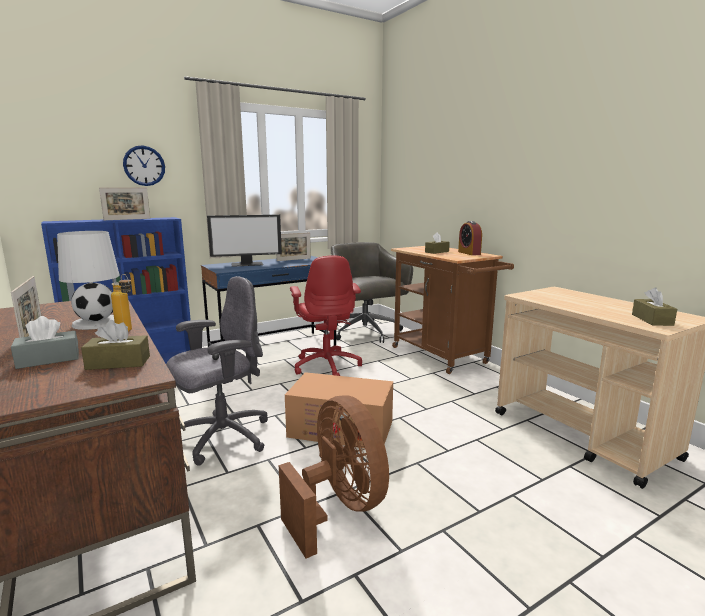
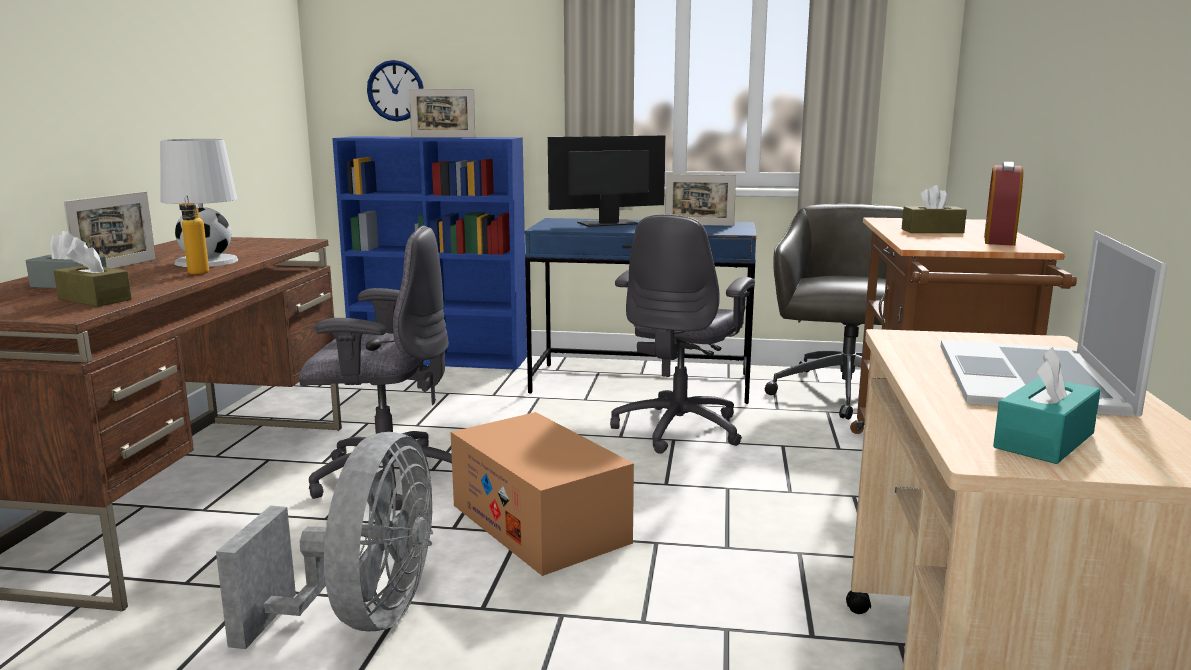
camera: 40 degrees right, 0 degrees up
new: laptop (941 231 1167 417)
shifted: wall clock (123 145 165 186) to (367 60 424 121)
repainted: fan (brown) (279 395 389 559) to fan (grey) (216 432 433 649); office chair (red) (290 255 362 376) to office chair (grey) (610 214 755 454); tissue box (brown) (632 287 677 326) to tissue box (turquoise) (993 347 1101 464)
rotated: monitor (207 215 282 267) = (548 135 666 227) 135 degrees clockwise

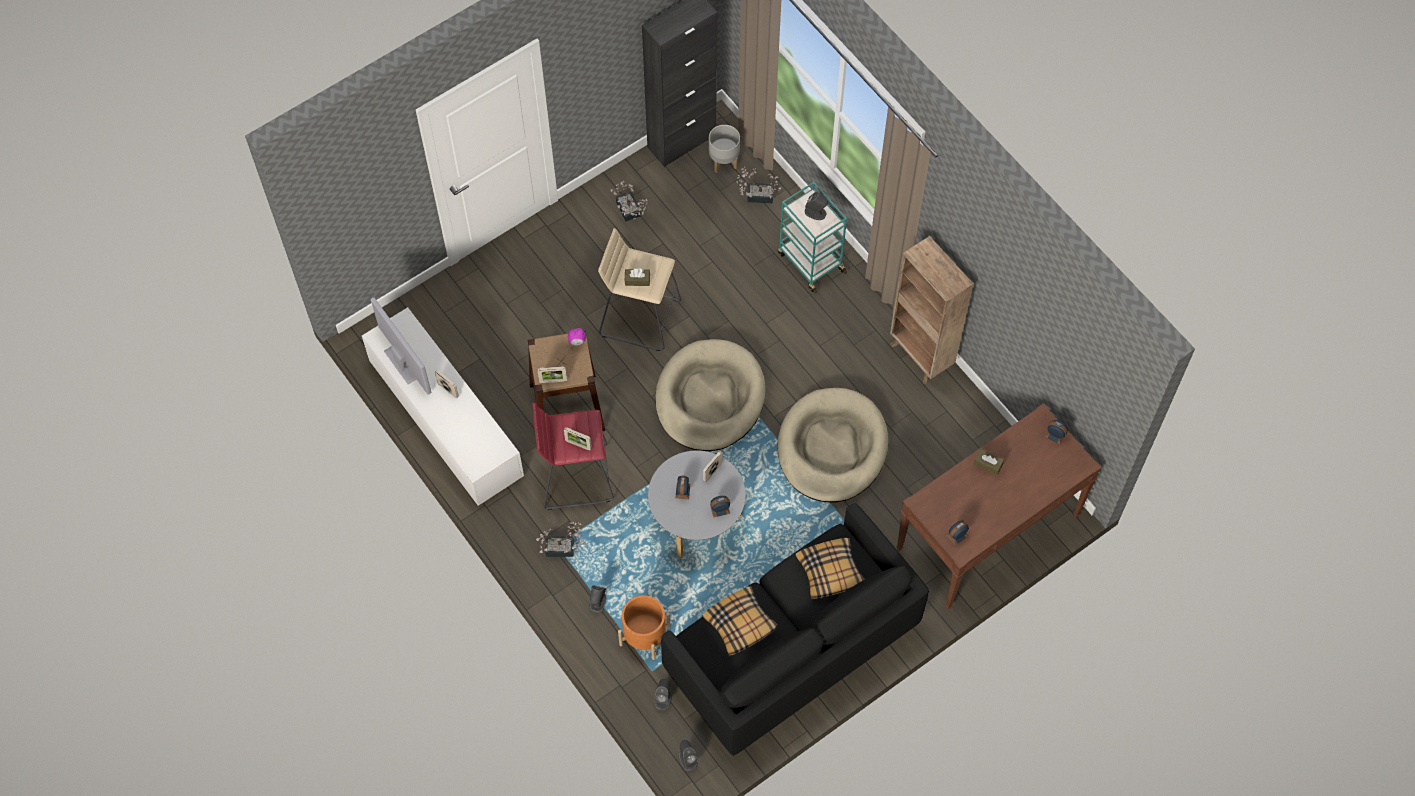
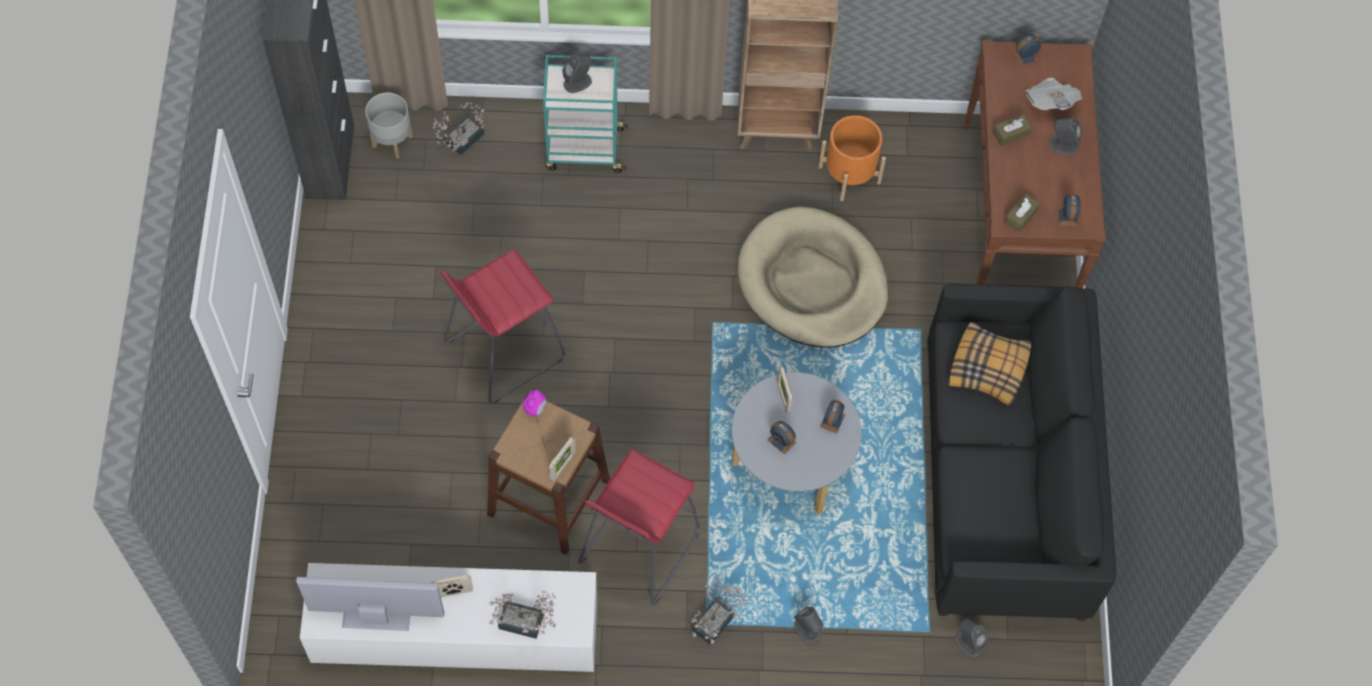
camera: 55 degrees left, 0 degrees up
gone: picture frame (564 427 592 451); dog bed (beige) (655 339 766 451); pillow (703 586 778 656)
new: newspaper (1025 78 1082 110)
shifted: potted plant (611 181 648 222) to (489 590 556 639); planter (orange) (618 595 670 660) to (818 115 886 201); tissue box (brown) (625 268 650 286) to (1005 194 1040 232); speaker (grey) (679 740 698 771) to (1049 117 1082 155)
repainted: stool (beige) (598 228 681 351) to stool (red) (440 249 565 403)

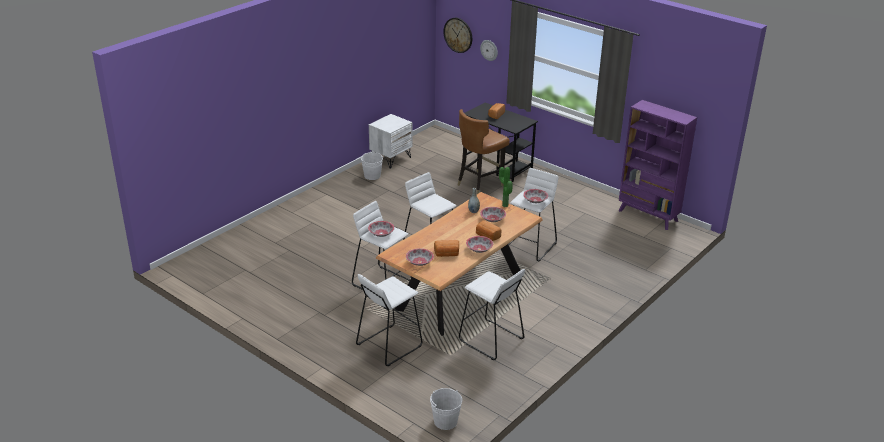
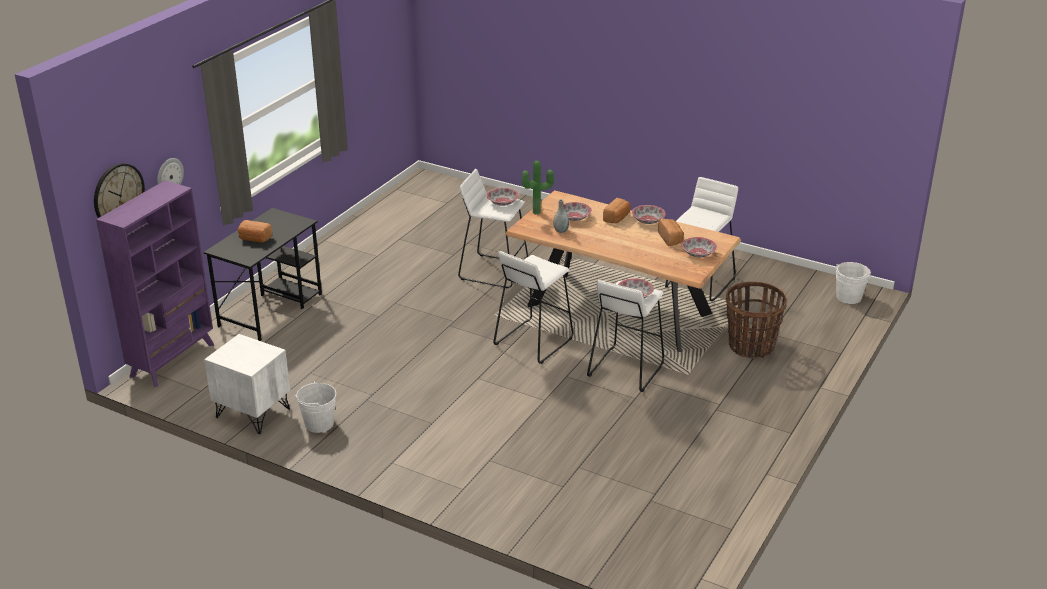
camera: 100 degrees left, 0 degrees up
gone: chair (brown) (458 109 510 194)
shifted: bookcase (purple) (619 100 697 230) to (96 180 214 387)
swapped: stool (white) (356 274 422 366) to basket (726 281 787 358)

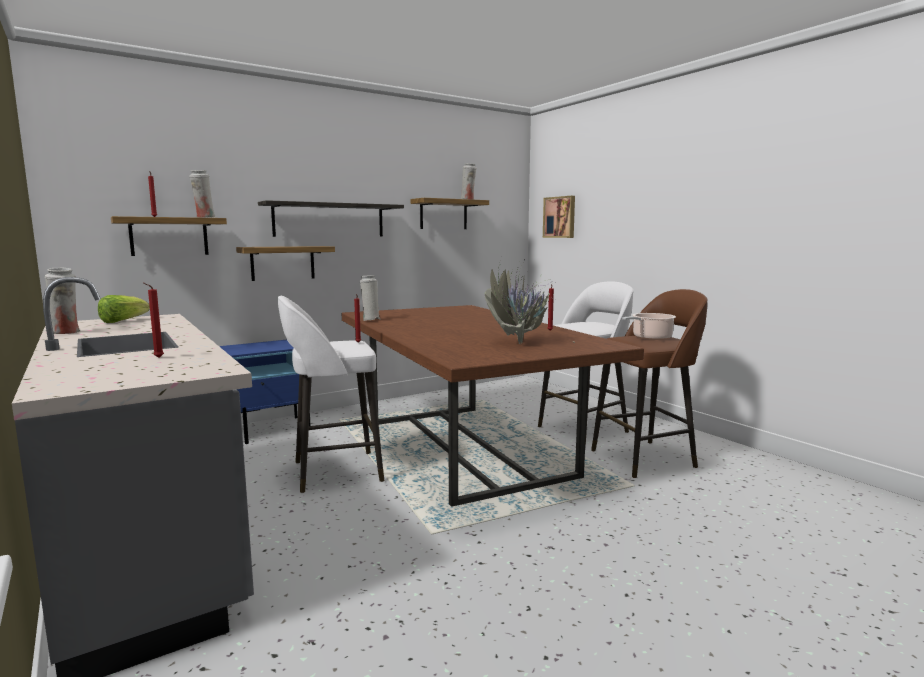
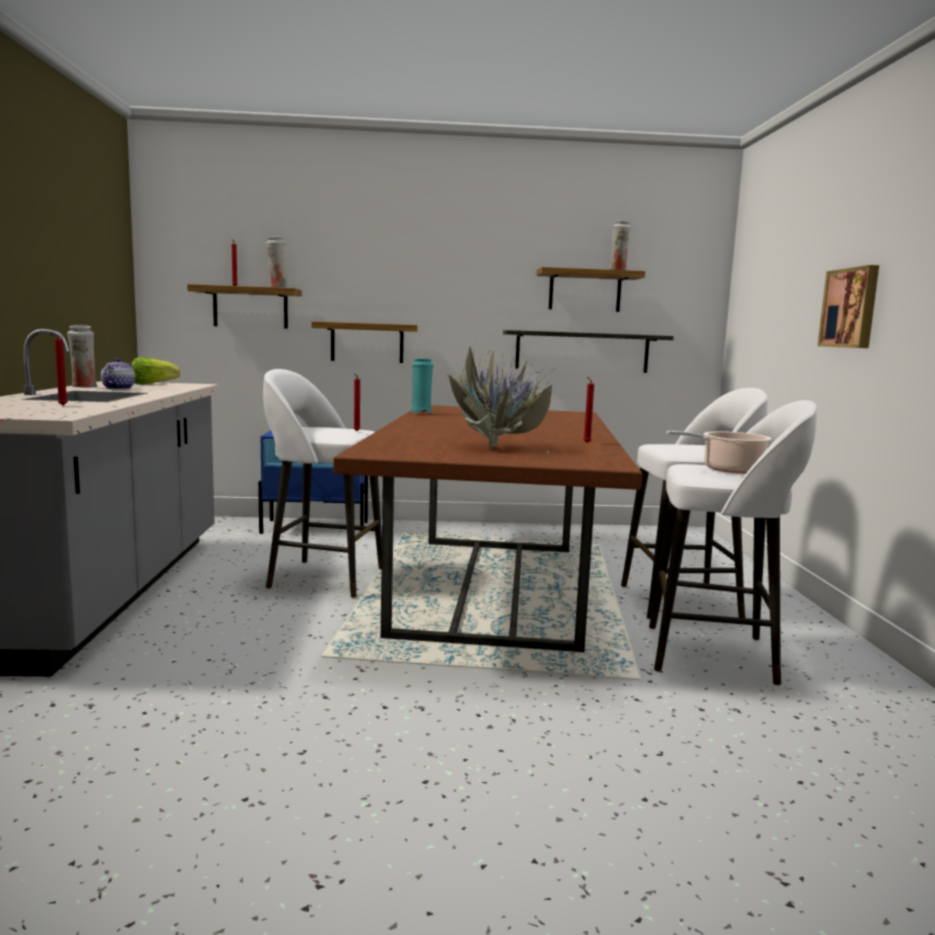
camera: 30 degrees right, 0 degrees up
new: teapot (101 358 135 390)
shifted: shelf (258 200 404 237) to (503 330 674 373); picture (543 196 575 238) to (818 265 879 348)
repainted: vase (white) (360 275 381 321) to vase (turquoise) (411 358 433 413); stool (brown) (591 289 707 478) to stool (white) (649 400 817 686)

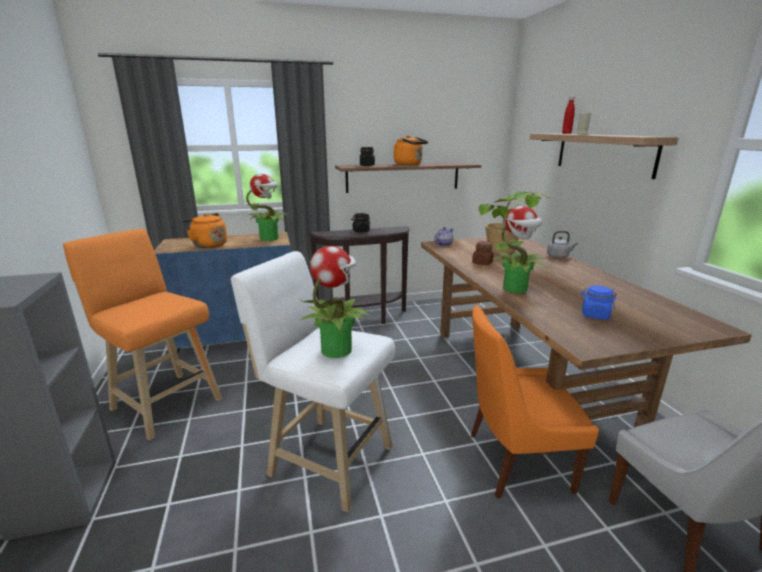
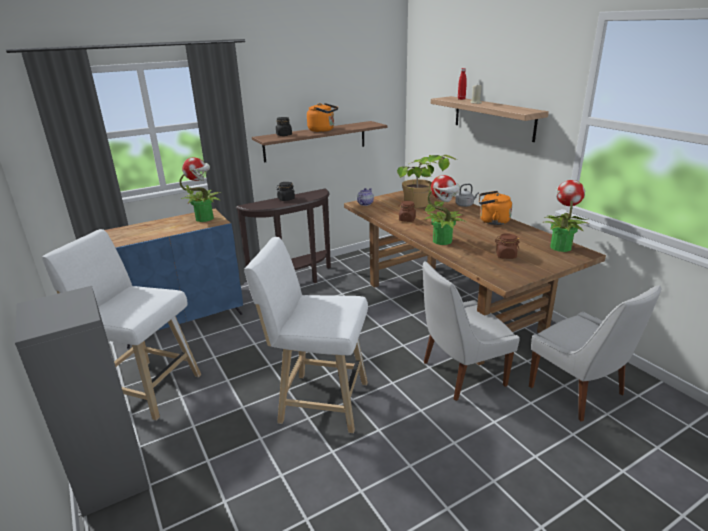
camera: 15 degrees left, 5 degrees up
shifted: kettle (orange) (182 213 227 248) to (479 191 512 225); potted plant (300 246 372 358) to (544 180 588 252)
repainted: stool (orange) (63 229 222 441) to stool (white) (42 229 201 421); chair (orange) (471 305 599 499) to chair (white) (423 261 520 401); jar (blue) (581 285 616 320) to jar (brown) (495 233 520 259)

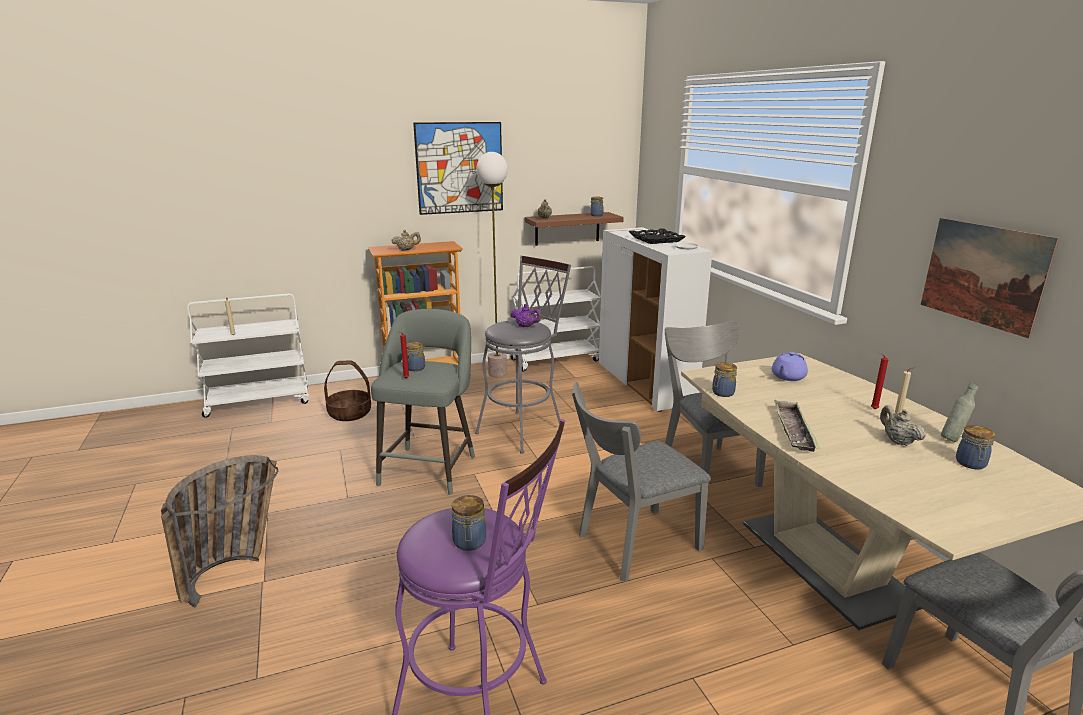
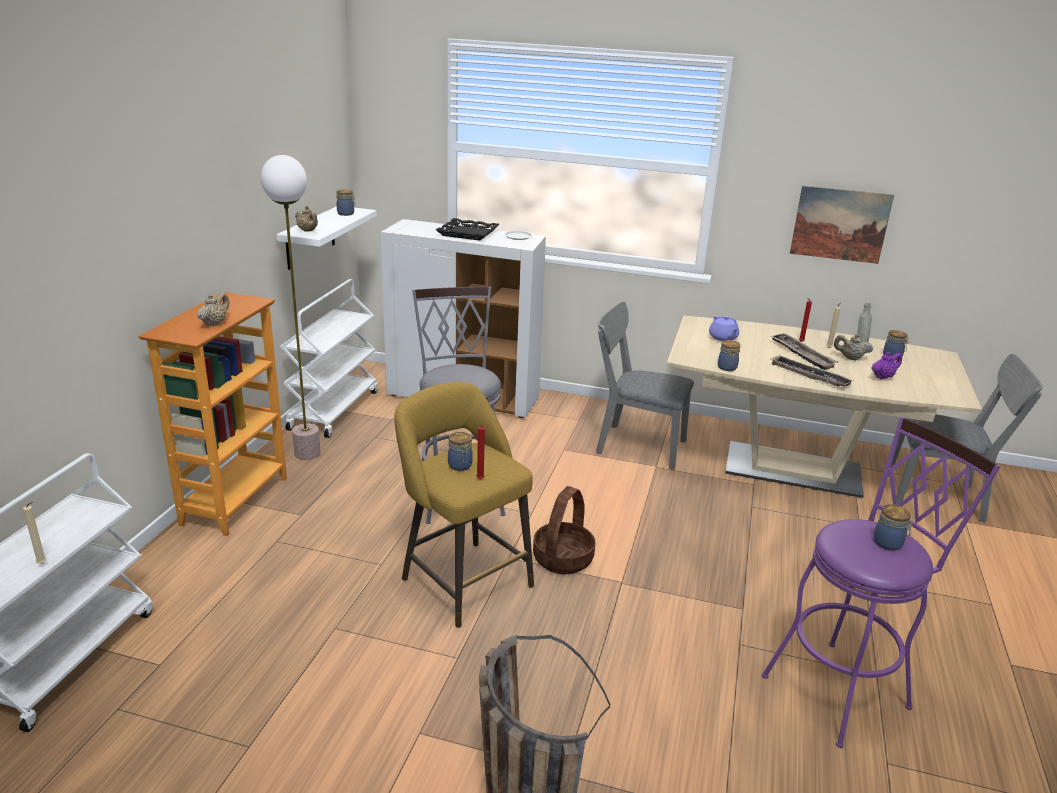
camera: 55 degrees left, 5 degrees up
gone: picture (413 122 503 215); chair (grey) (572 382 711 582)
new: tray (770 333 838 370)
shifted: basket (324 360 371 421) to (533 486 595 574); teapot (purple) (511 304 541 327) to (871 352 902 379)
repainted: shelf (brown) (525 212 624 246) to shelf (white) (277 206 377 270); stool (grey) (371 309 475 495) to stool (yellow) (394 382 534 628)

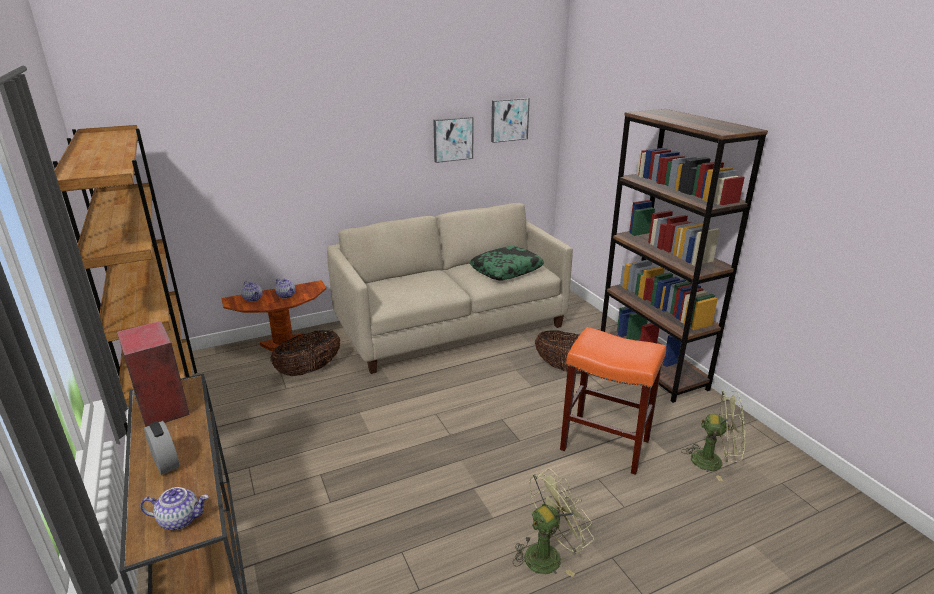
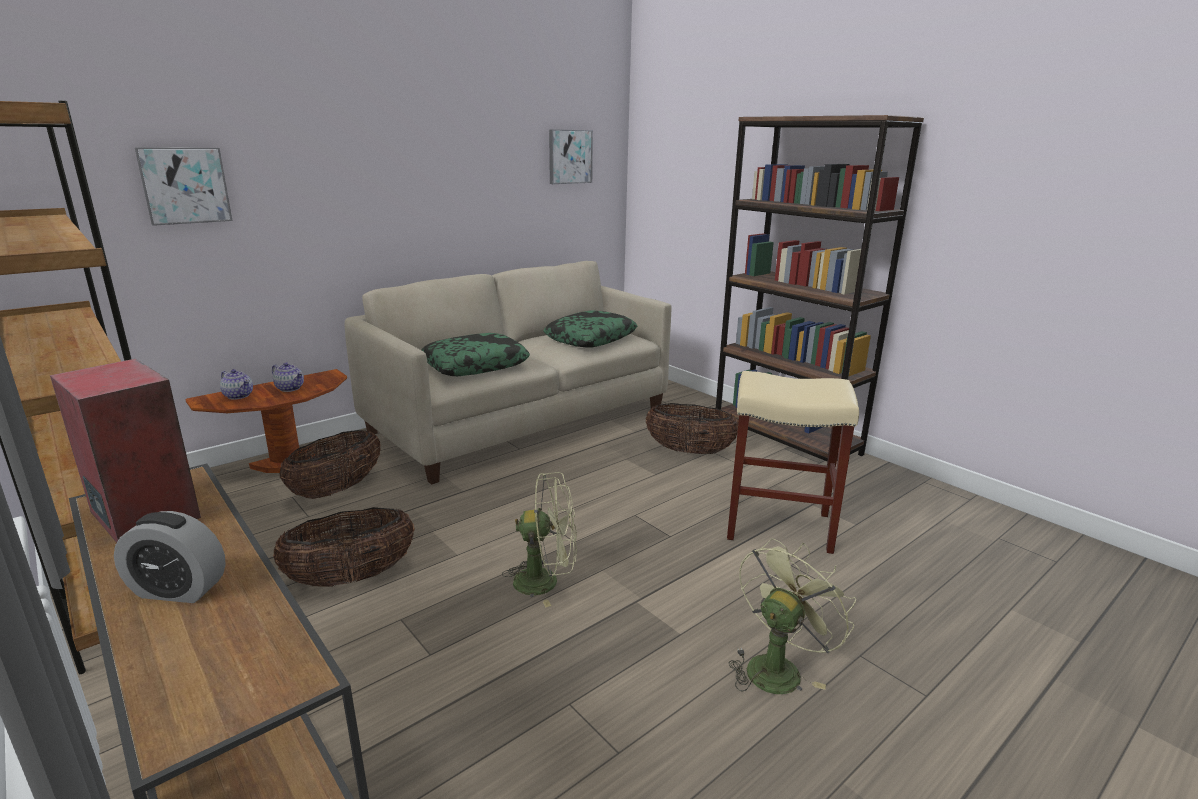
camera: 15 degrees left, 5 degrees down
gone: teapot (140 487 209 530)
new: basket (273 507 415 587); pillow (421 333 530 376)
shifted: picture (433 117 474 163) to (135 148 233 226); fan (green) (681 390 745 481) to (502 472 577 607)
repainted: stool (orange) (560 327 666 475) to stool (beige) (727 371 859 554)
rotated: alarm clock (144 421 180 475) = (114 511 226 603) 150 degrees clockwise

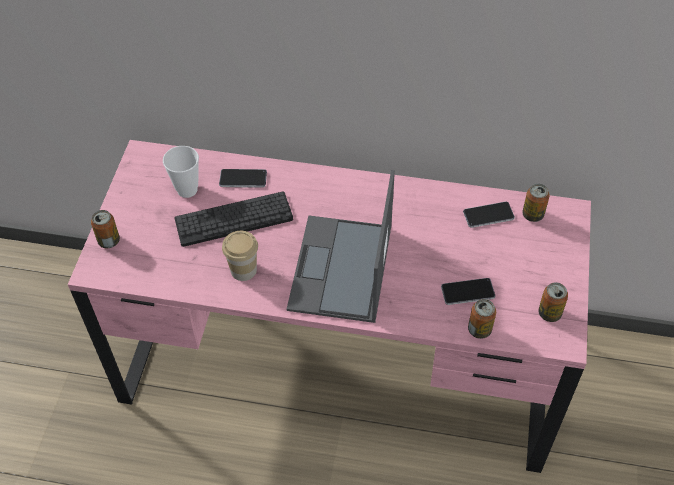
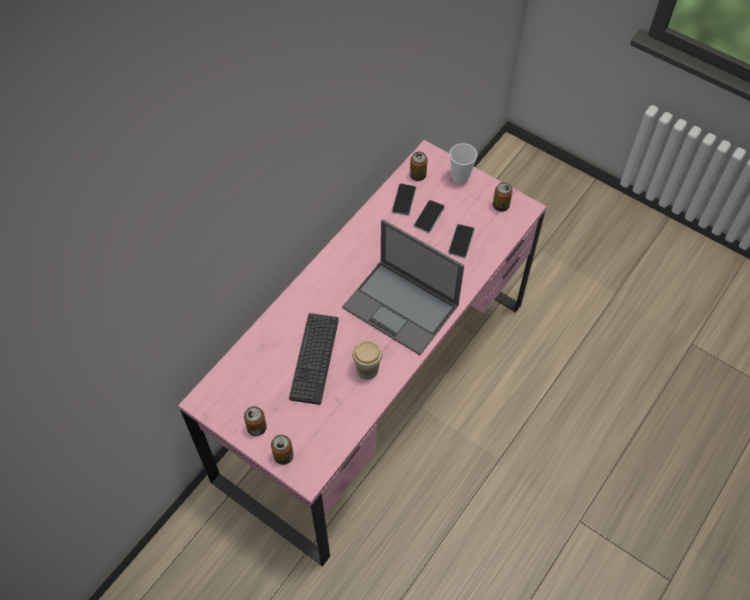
camera: 65 degrees left, 5 degrees up
shifted: can (468 299 496 339) to (244 406 267 436); phone (219 169 267 188) to (414 200 445 233); cup (163 146 199 198) to (449 143 478 184)

